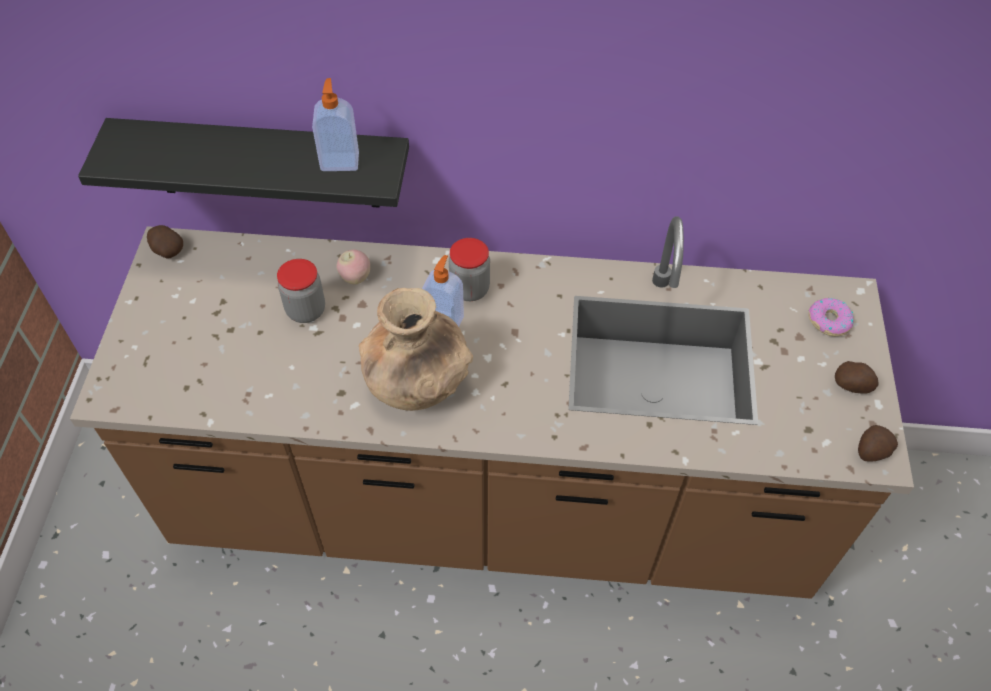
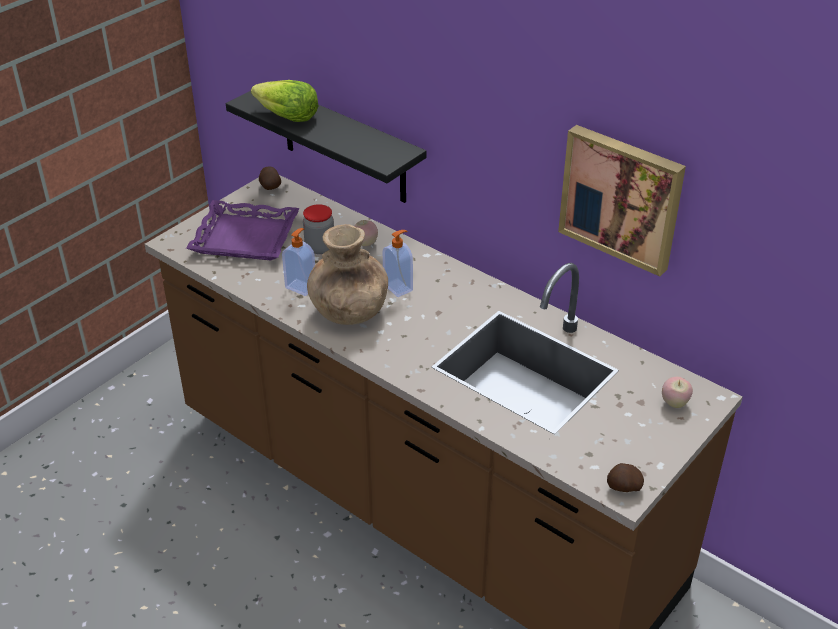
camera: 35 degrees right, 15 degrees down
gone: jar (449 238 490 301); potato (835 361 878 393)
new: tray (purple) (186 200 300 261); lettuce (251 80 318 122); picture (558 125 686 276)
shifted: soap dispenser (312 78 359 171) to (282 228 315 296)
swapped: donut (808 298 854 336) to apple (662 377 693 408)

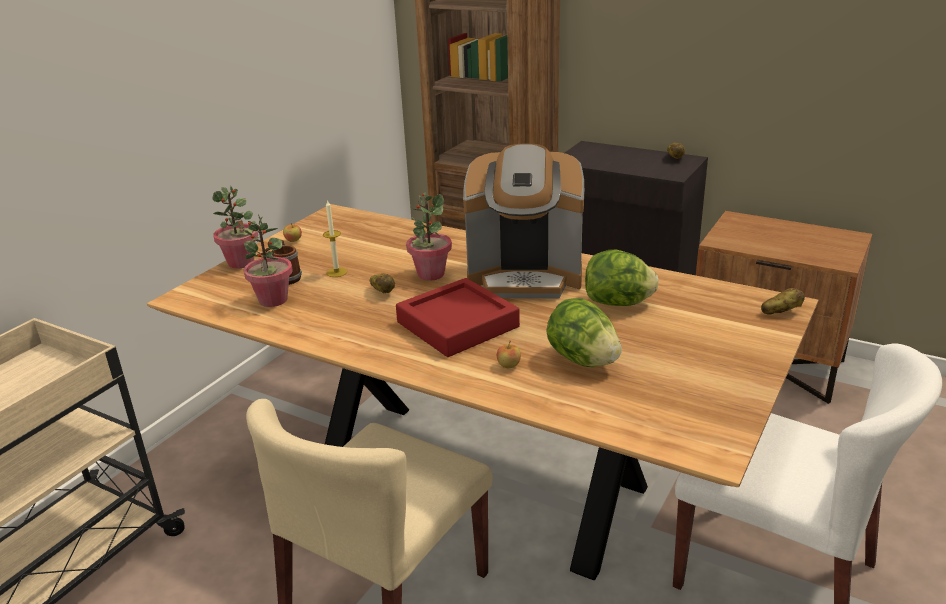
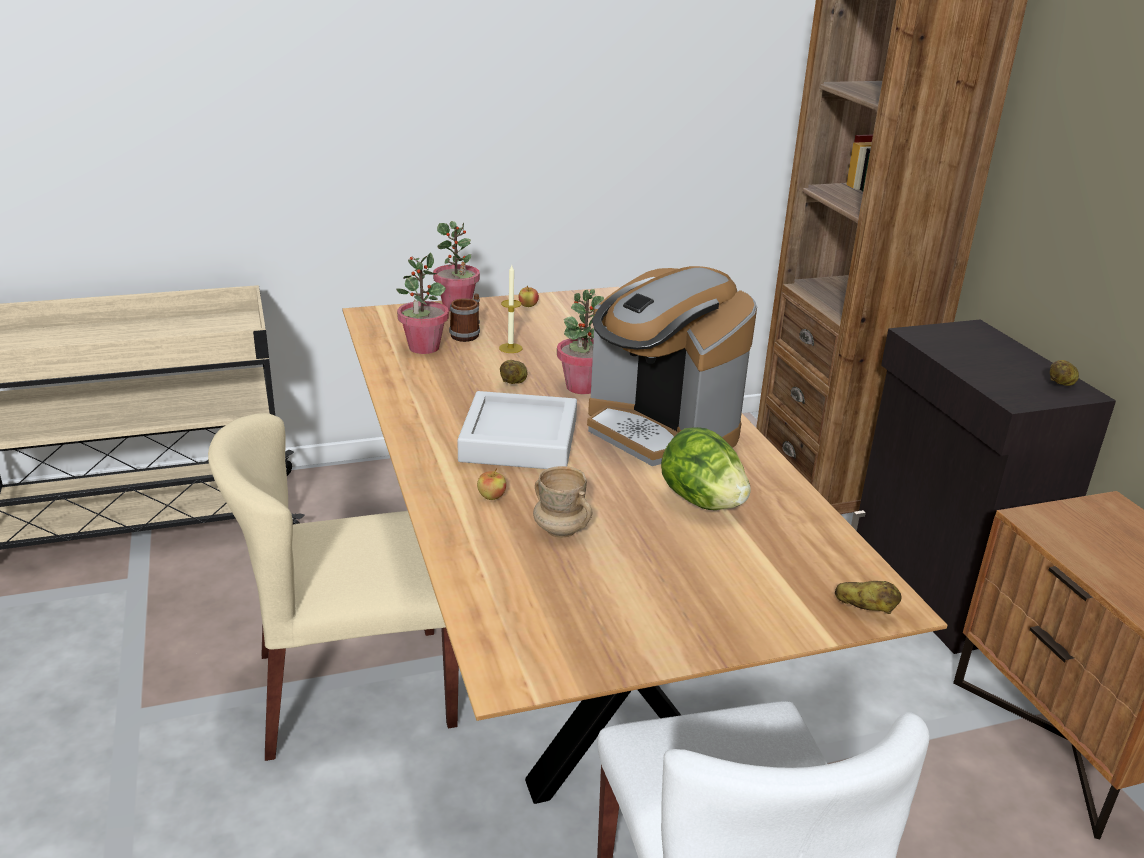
camera: 40 degrees right, 0 degrees up
swapped: lettuce (546 298 622 367) to mug (beige) (533 466 592 538)
repainted: tray (red) (396 278 520 357) to tray (grey) (457 391 577 469)

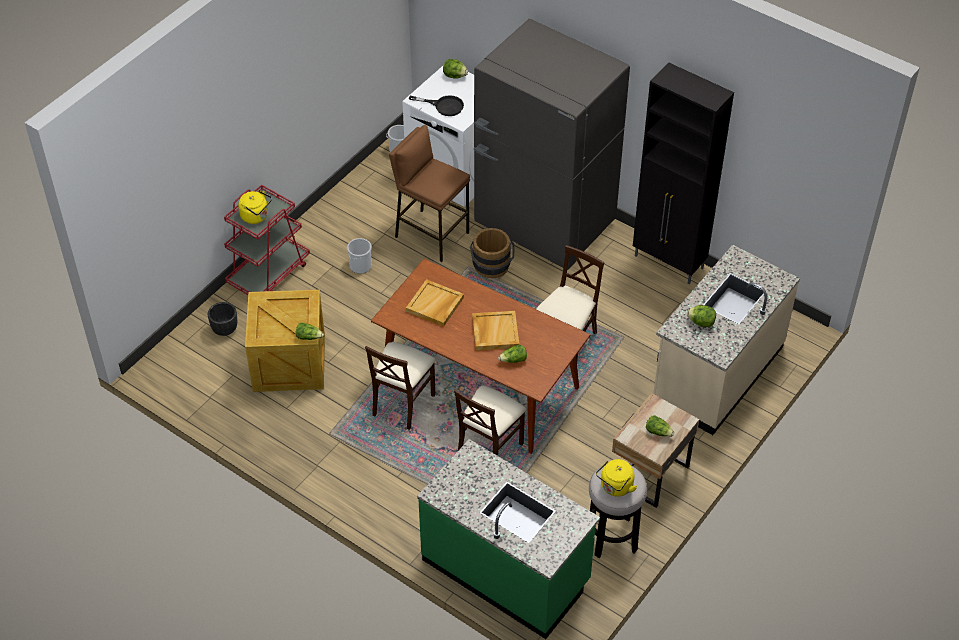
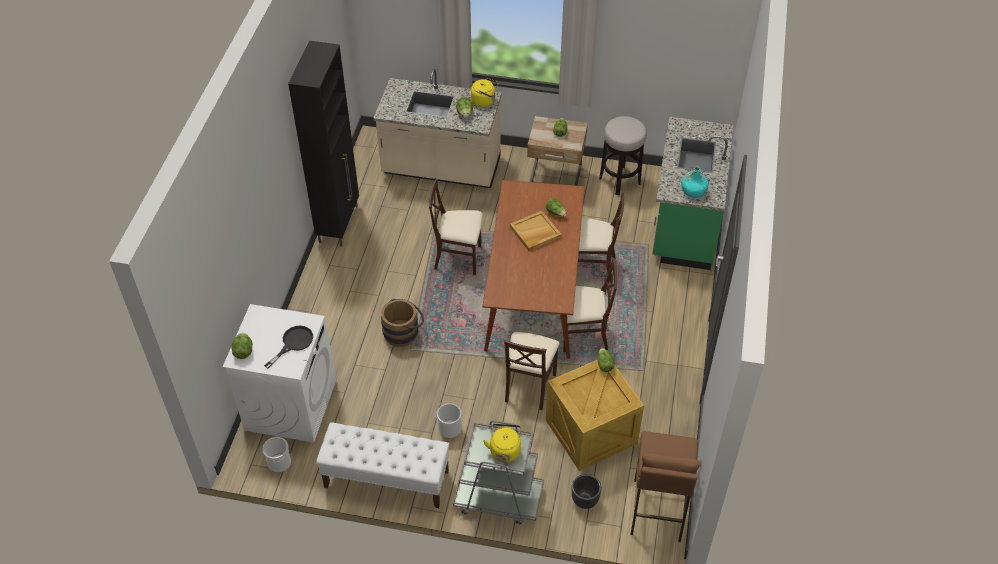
camera: 115 degrees left, 0 degrees up
gone: tray (beige) (406 279 464 327); fridge (grey) (474 19 630 270)
new: bench (white) (316 422 449 508); chair (beige) (504 332 560 410); bottle (turquoise) (681 167 709 198)
shifted: kettle (yellow) (596 459 637 497) to (471 78 499 107); stool (brown) (389 125 470 262) to (631 431 701 542)
repainted: cart (red) (224 185 310 295) to cart (grey) (453 420 544 524)
rotated: frying pan (black) (409 95 464 116) = (264 326 313 369) 45 degrees clockwise

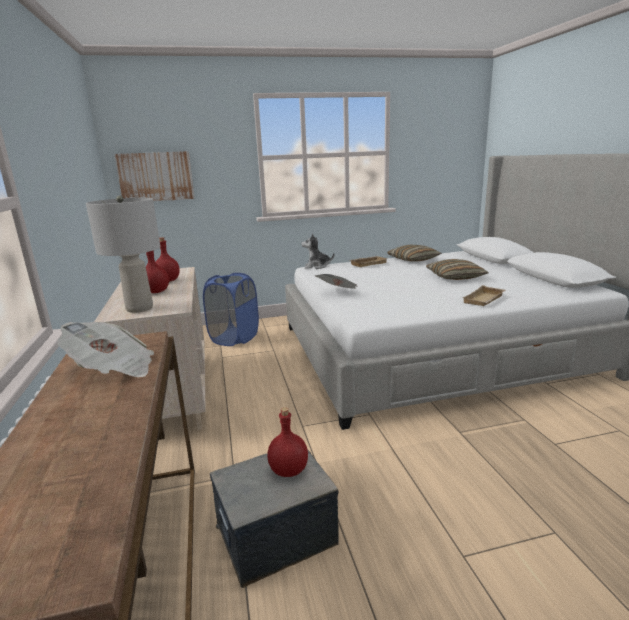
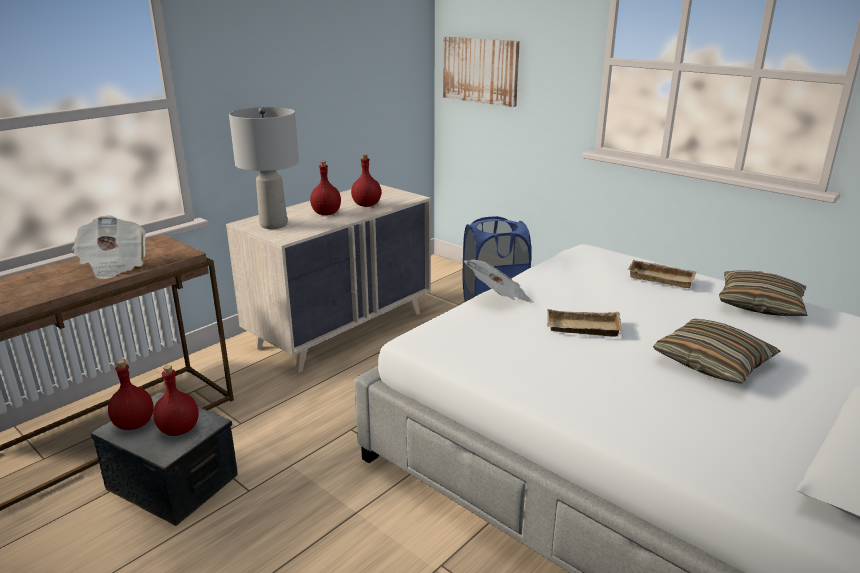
camera: 55 degrees right, 5 degrees up
gone: plush toy (301 234 334 269)
new: bottle (red) (108 360 154 430)
shifted: tray (beige) (462 285 505 306) to (547 309 623 337)

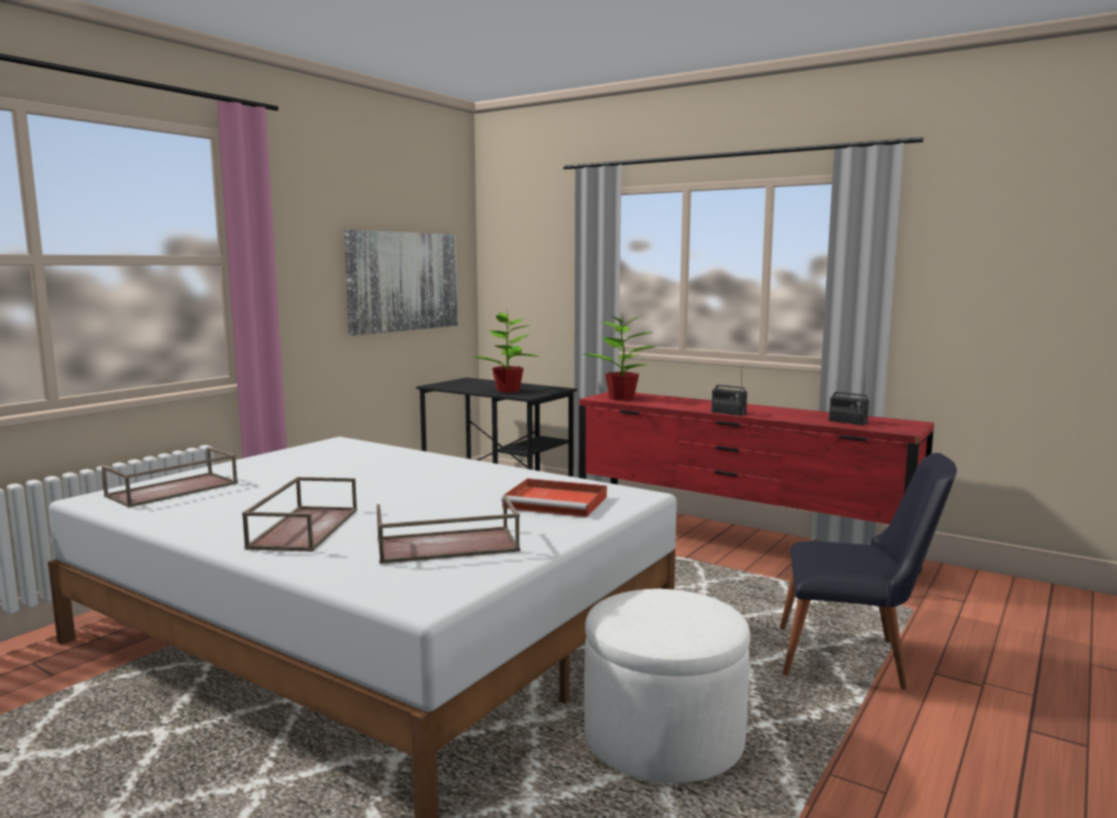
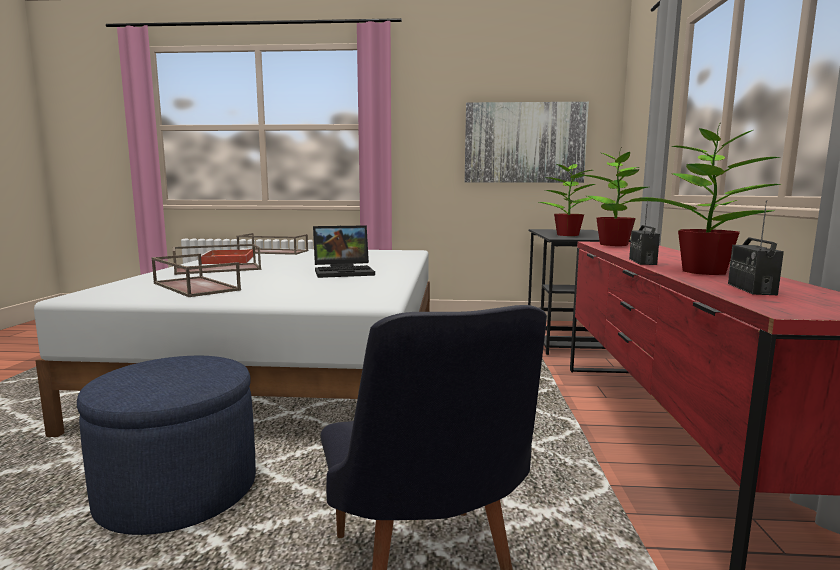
camera: 60 degrees right, 0 degrees up
new: laptop (313 225 375 278); potted plant (640 122 781 275)
shifted: tray (red) (501 478 607 517) to (197 249 253 264)
repainted: ottoman (white) (584 589 750 783) to ottoman (blue) (77 356 256 535)

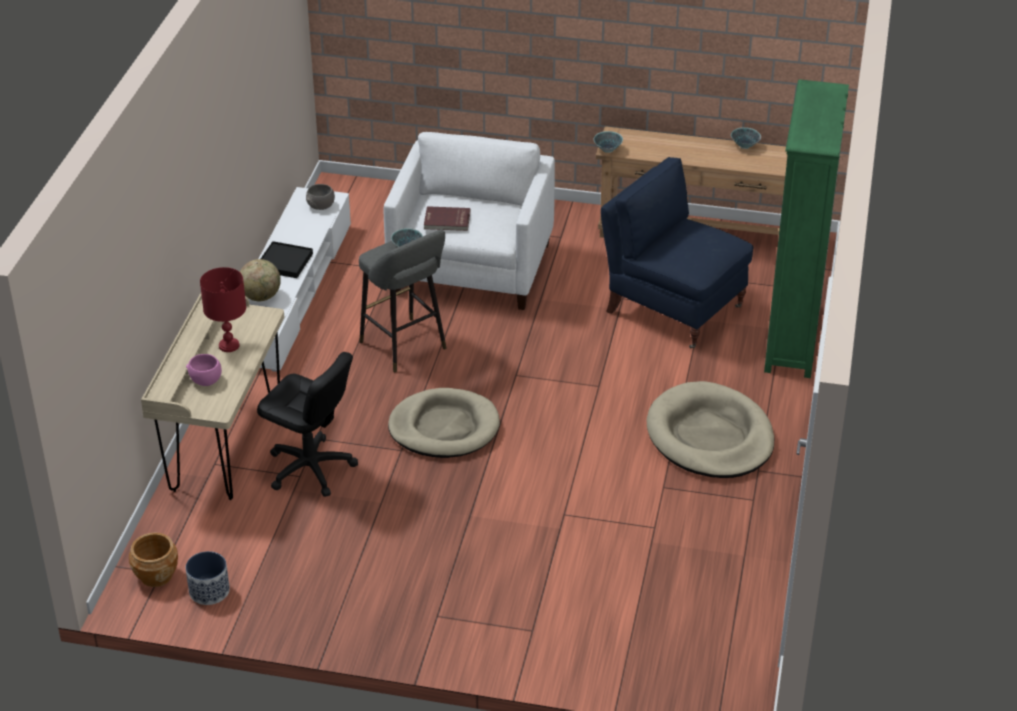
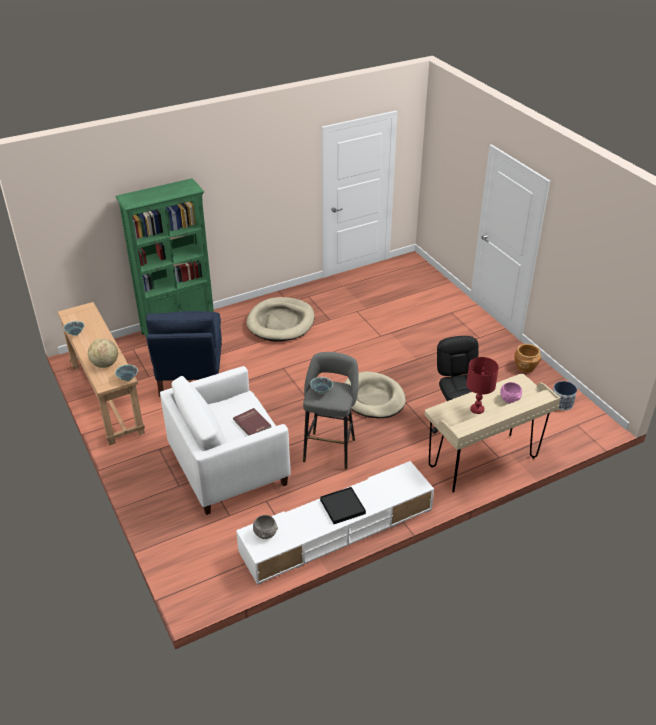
camera: 130 degrees left, 0 degrees up
shifted: globe (240 259 281 302) to (88 338 118 368); planter (brown) (129 533 178 587) to (514 344 541 373)

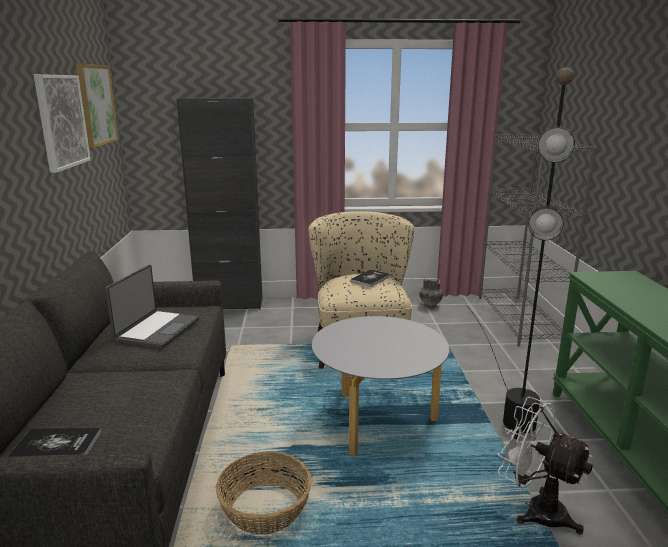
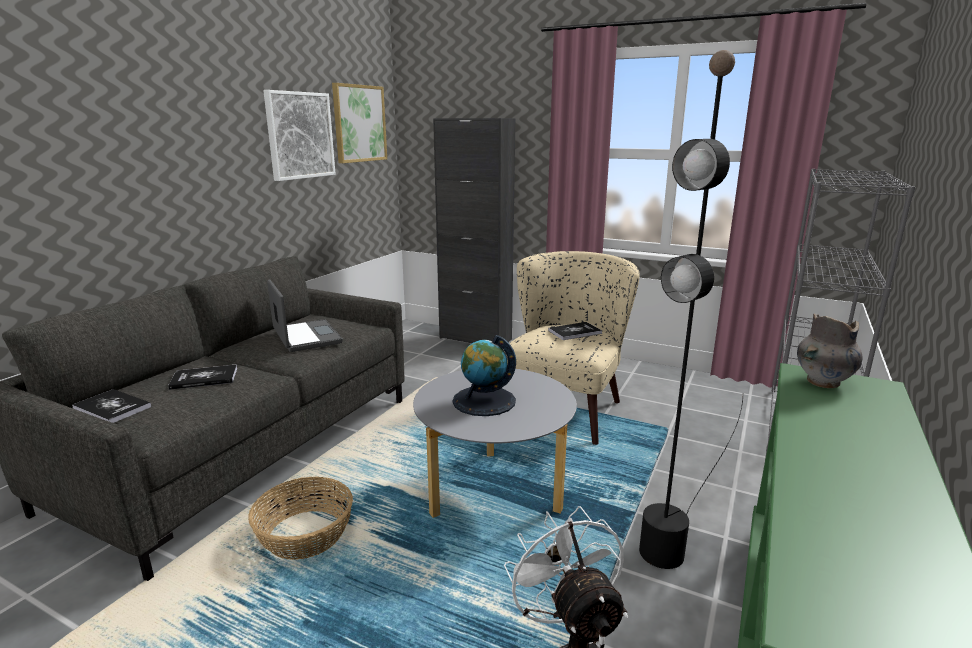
camera: 30 degrees right, 0 degrees up
new: book (168 364 237 390); globe (452 335 516 416)
shifted: vase (grey) (419 278 443 308) to (797 314 863 388)
rotated: laptop (105 265 200 349) = (267 279 343 352) 75 degrees counterclockwise

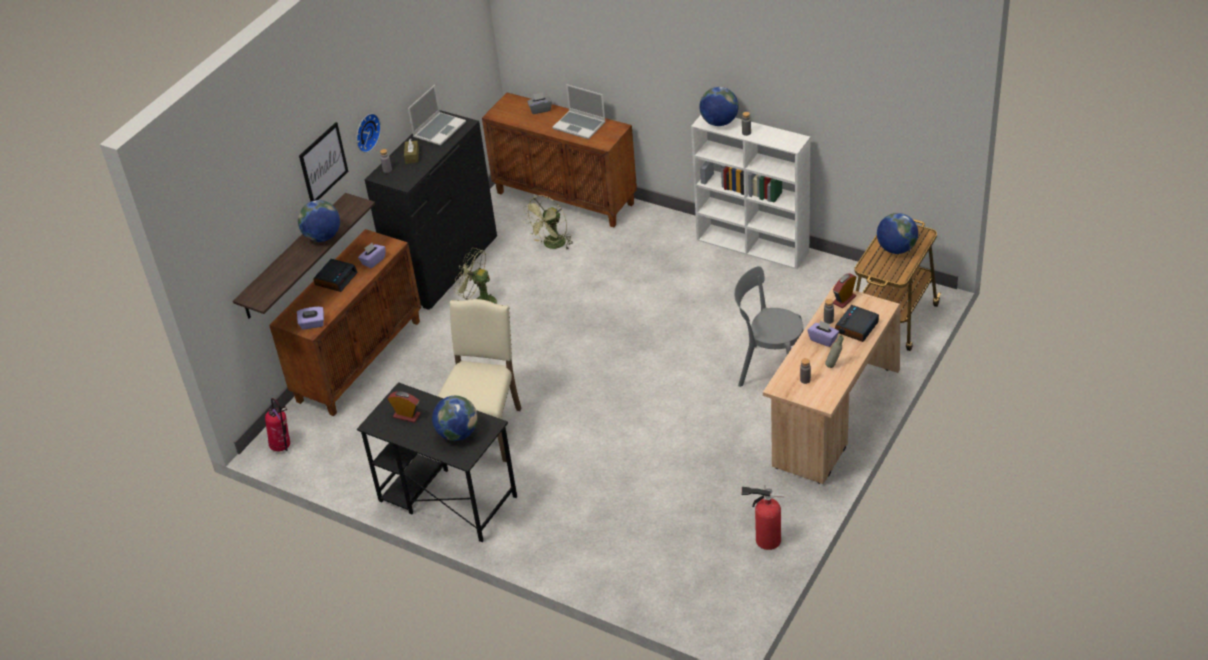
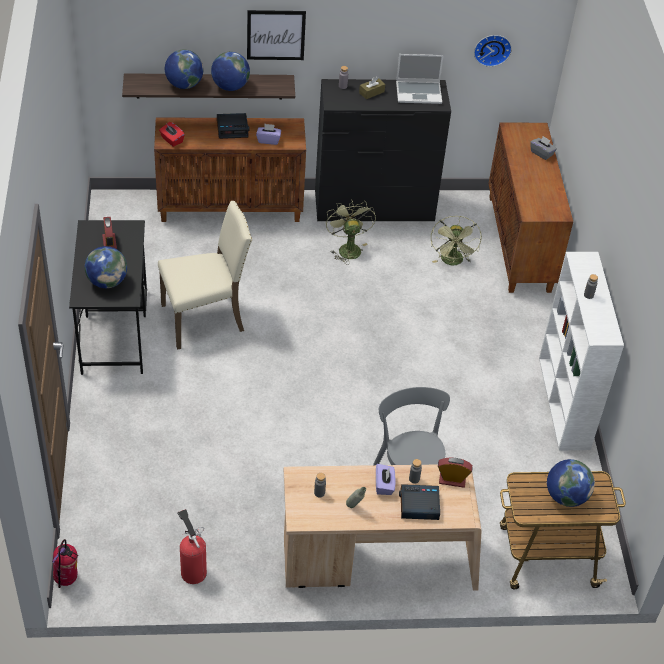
camera: 50 degrees right, 5 degrees up
gone: laptop (553 84 606 139)
shifted: fire extinguisher (265 398 290 451) to (52 539 79 588); globe (699 87 739 126) to (165 50 204 89); wall clock (356 114 381 153) to (474 35 512 67)
repainted: tissue box (purple) (297 307 324 330) to tissue box (red) (159 122 185 147)
rotated: fan (green) (523 195 572 250) = (431 216 482 265) 90 degrees counterclockwise

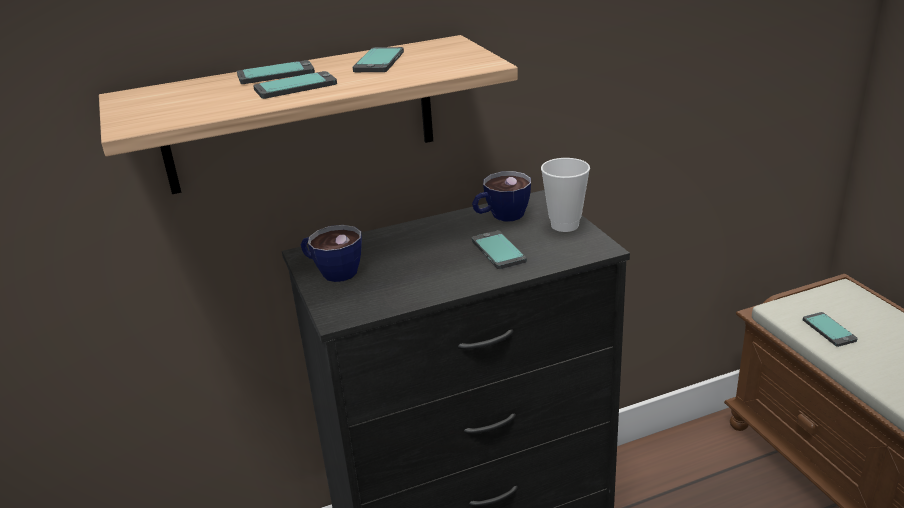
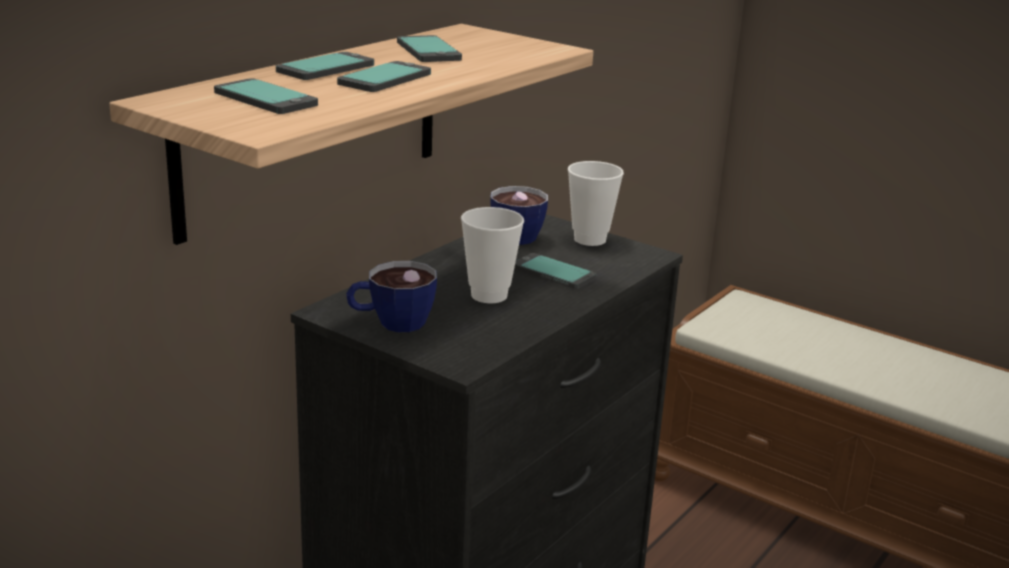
camera: 35 degrees left, 5 degrees down
new: cup (461 207 524 303)
shifted: phone (803 312 858 347) to (214 78 318 114)

